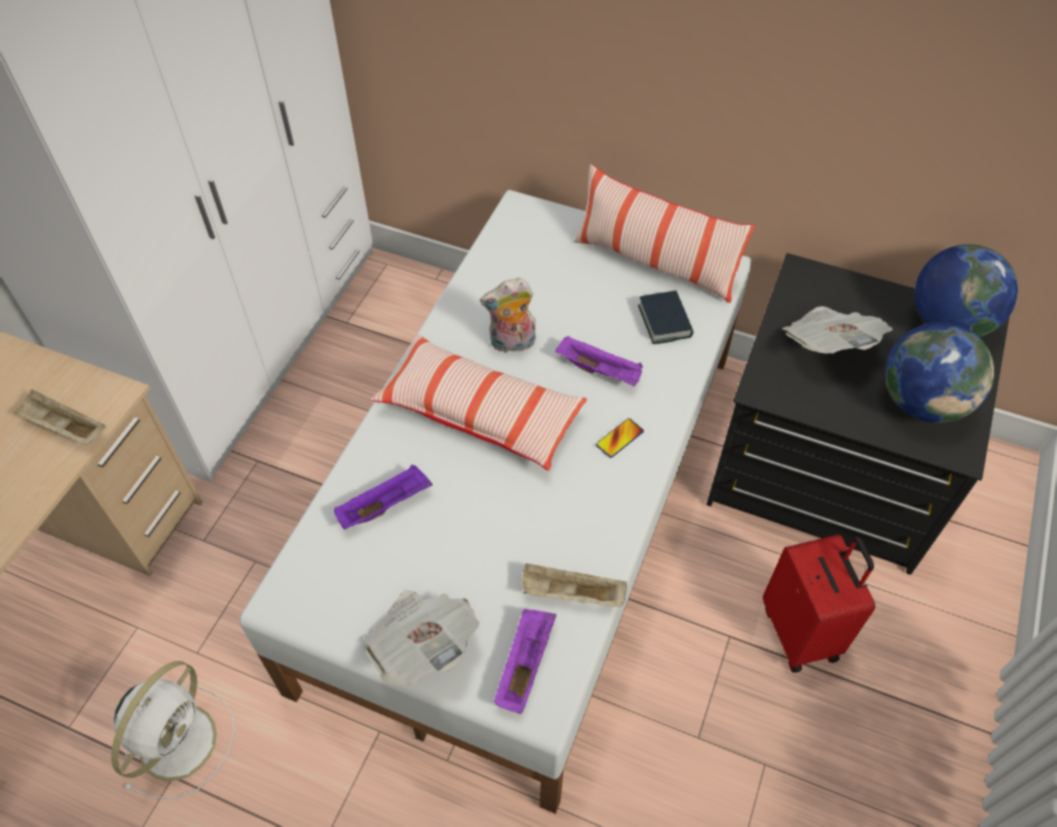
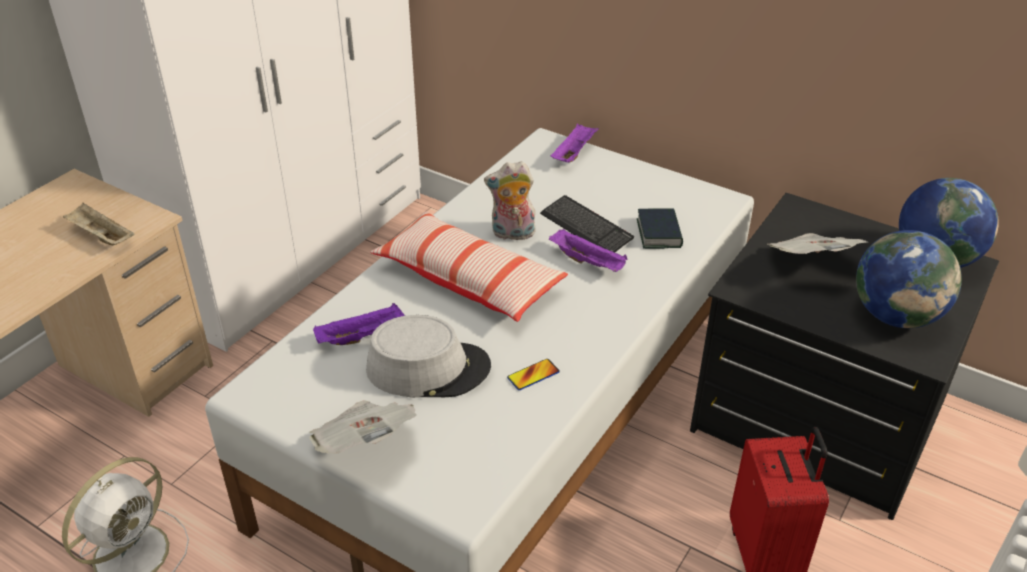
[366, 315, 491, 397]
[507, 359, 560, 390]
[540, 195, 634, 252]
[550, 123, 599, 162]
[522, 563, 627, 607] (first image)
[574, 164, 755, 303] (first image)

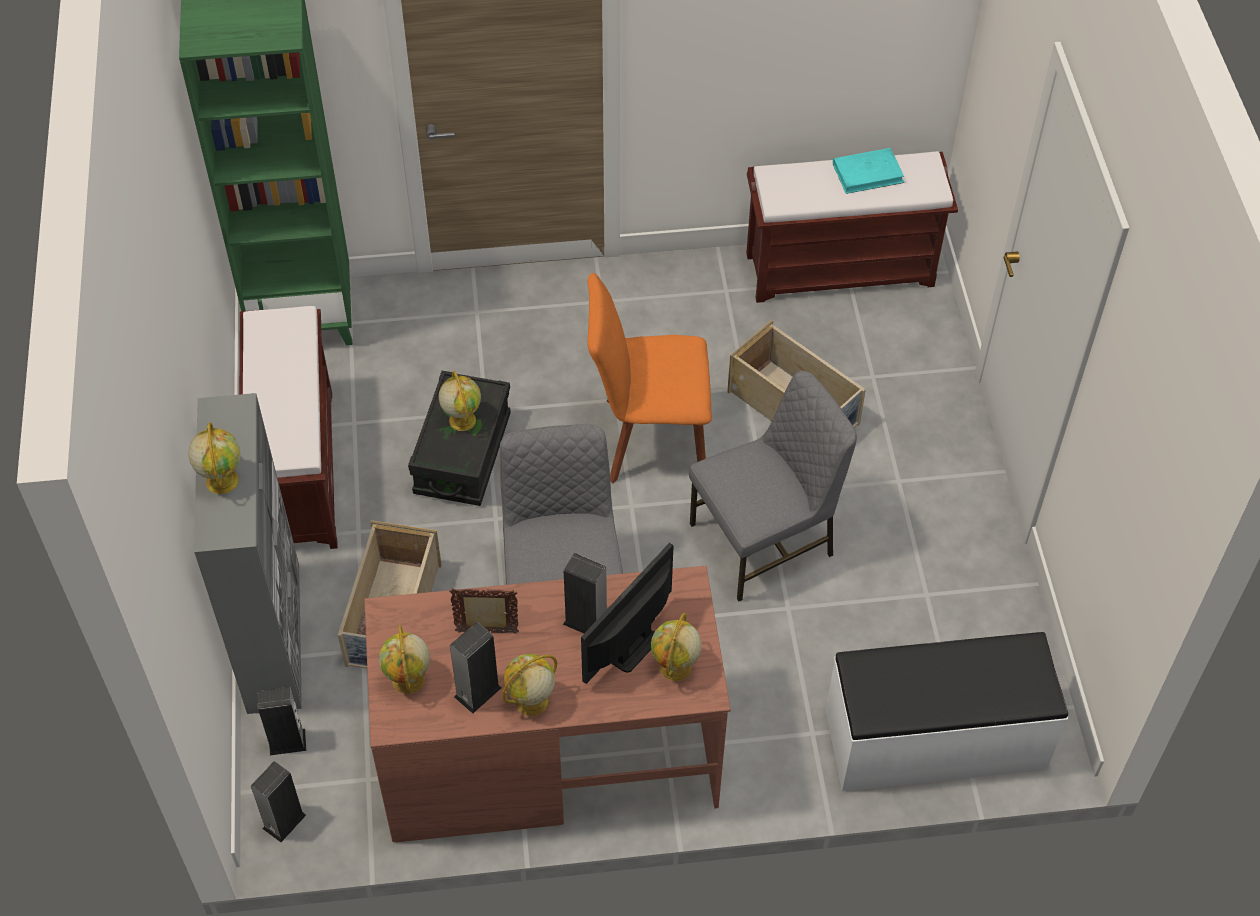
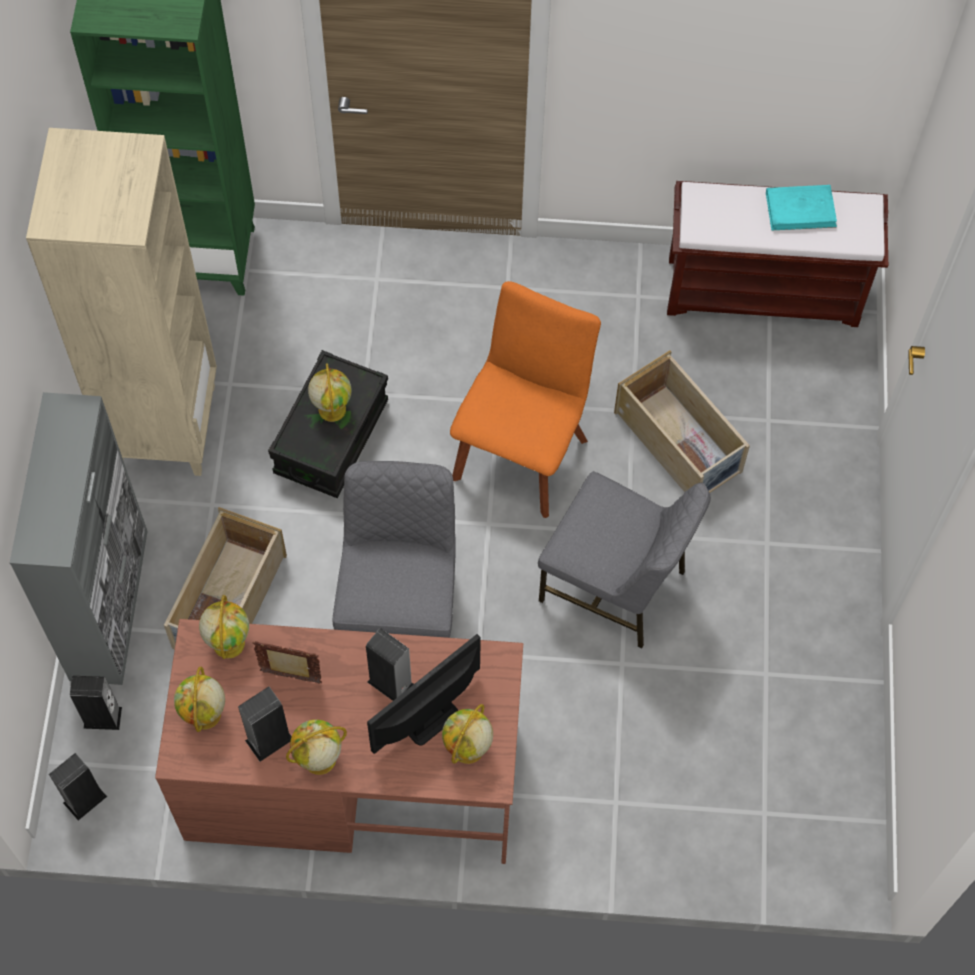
[26, 128, 217, 476]
[199, 595, 249, 659]
[450, 281, 601, 518]
[538, 471, 711, 648]
[826, 632, 1068, 791] (first image)

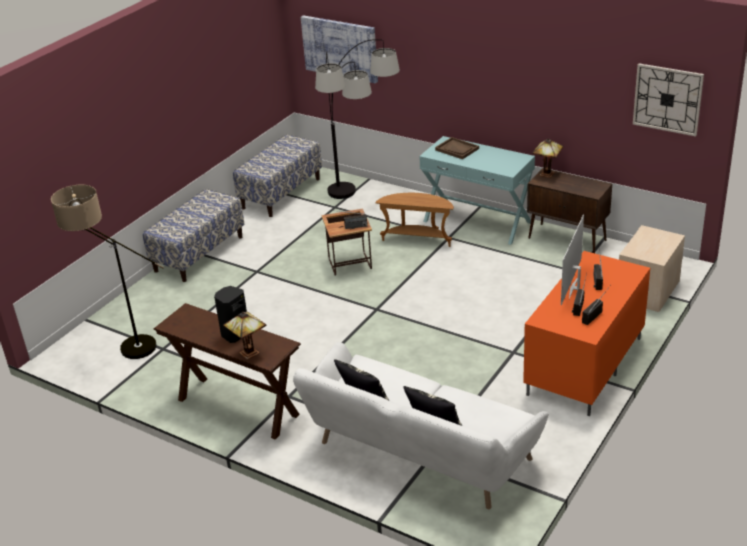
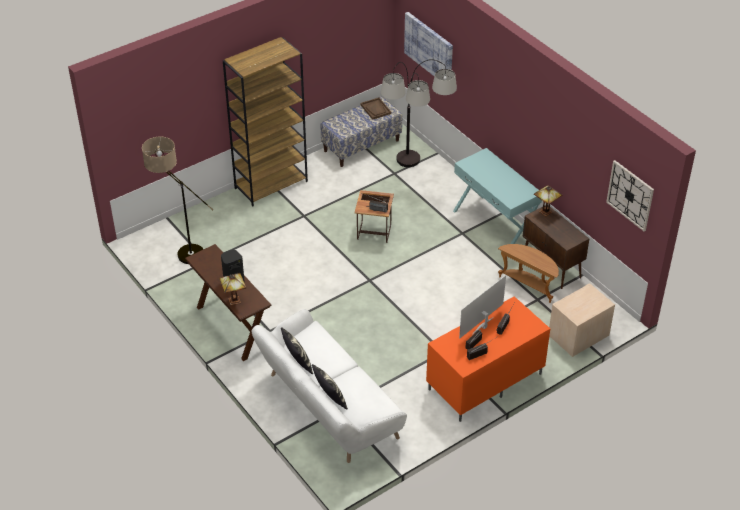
[223, 37, 308, 207]
[361, 98, 391, 120]
[498, 244, 559, 303]

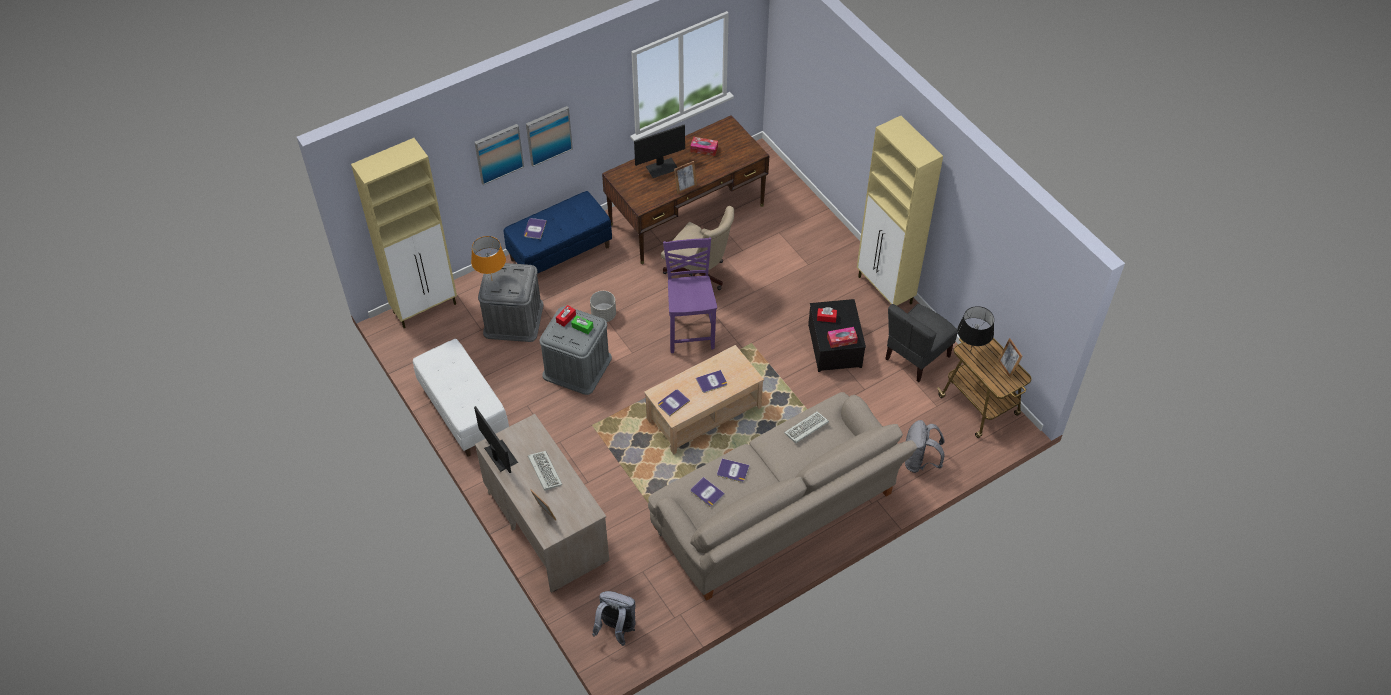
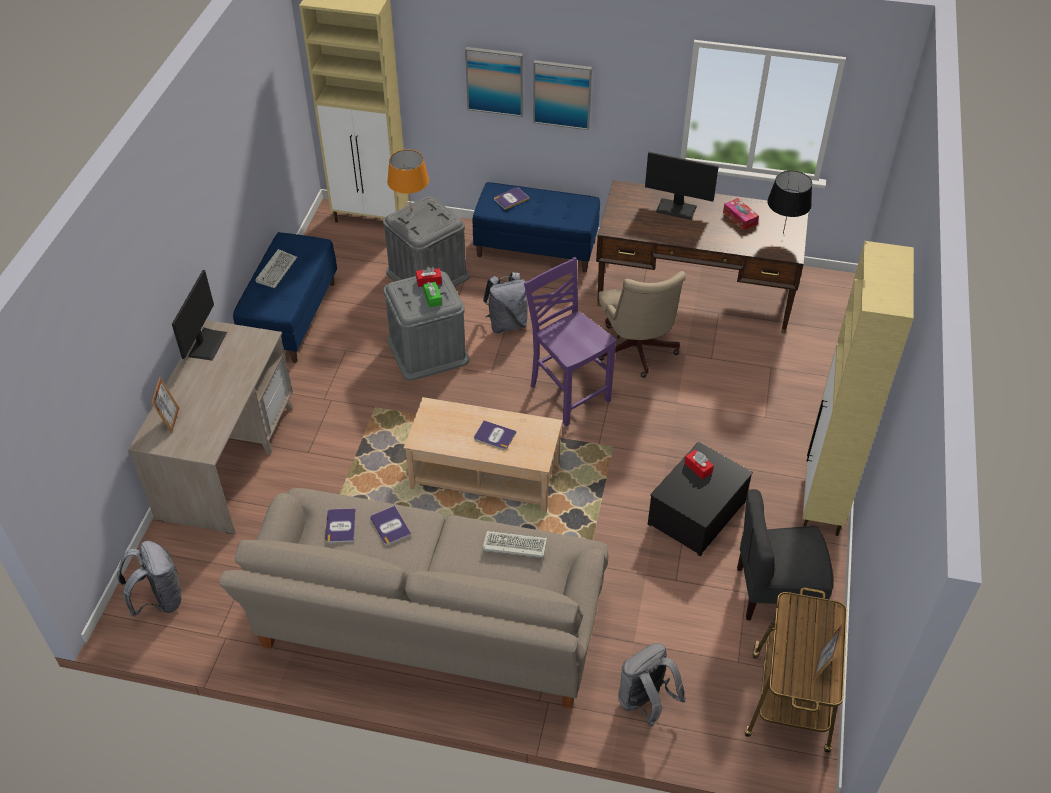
[233, 232, 337, 363]
[255, 249, 297, 288]
[483, 272, 528, 333]
[524, 257, 616, 426]
[767, 171, 812, 234]
[658, 390, 690, 416] (first image)
[674, 161, 697, 194] (first image)
[827, 327, 858, 348] (first image)

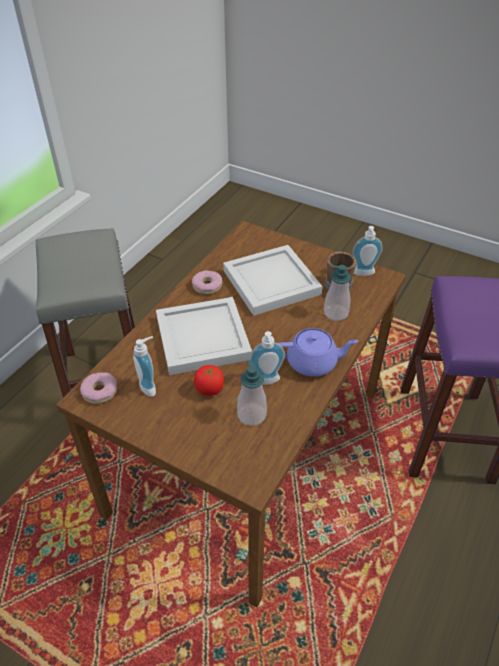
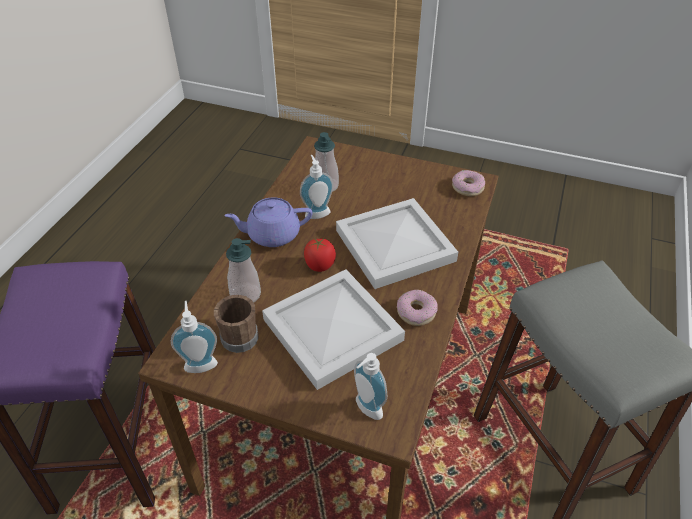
[304, 238, 336, 272]
[354, 353, 387, 420]

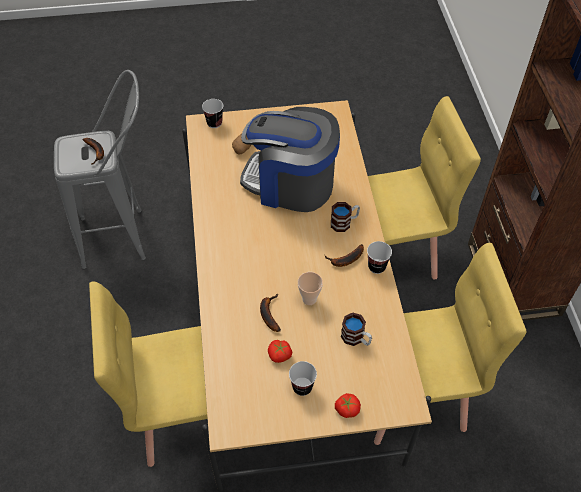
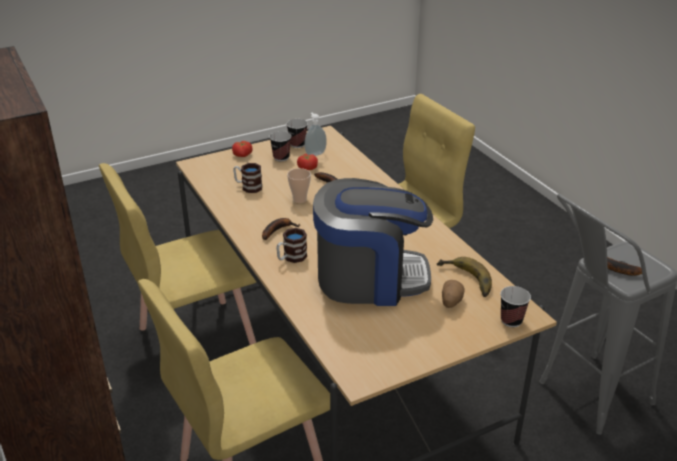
[286, 119, 308, 148]
[304, 113, 327, 156]
[437, 257, 492, 297]

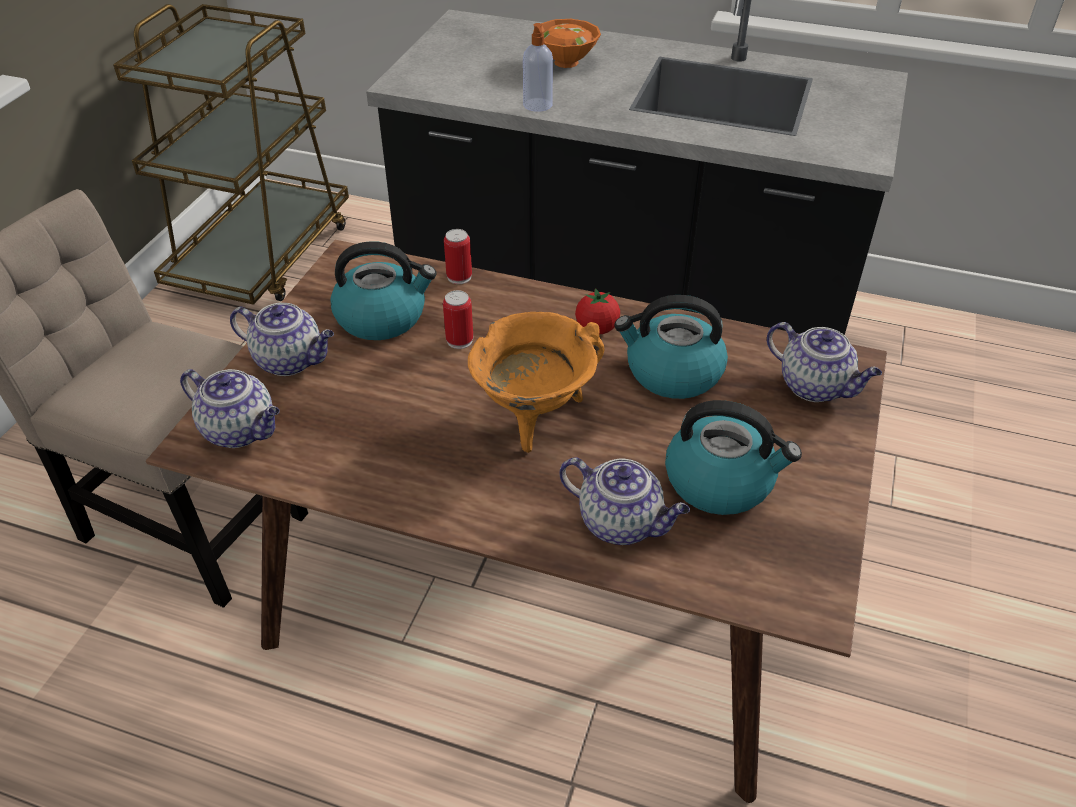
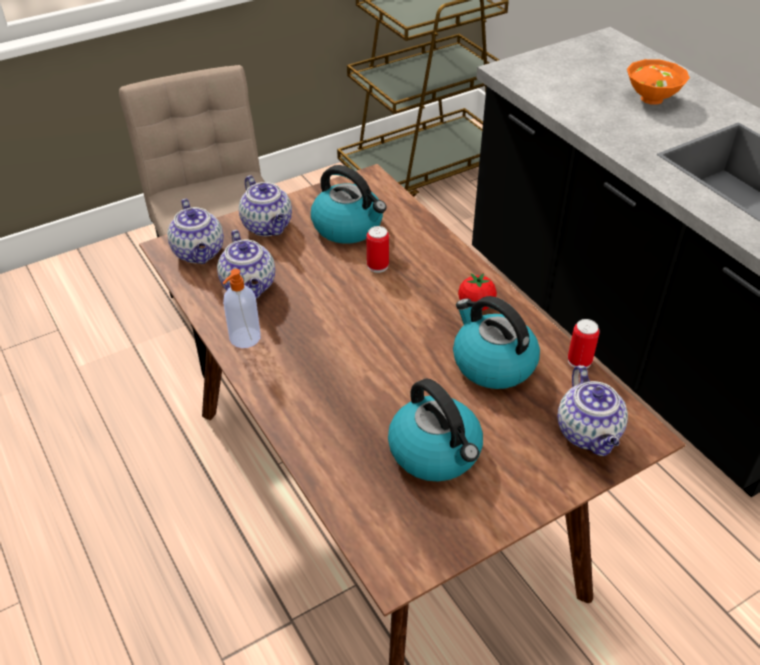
[217, 230, 275, 299]
[223, 269, 261, 348]
[568, 319, 600, 368]
[468, 312, 604, 453] (first image)

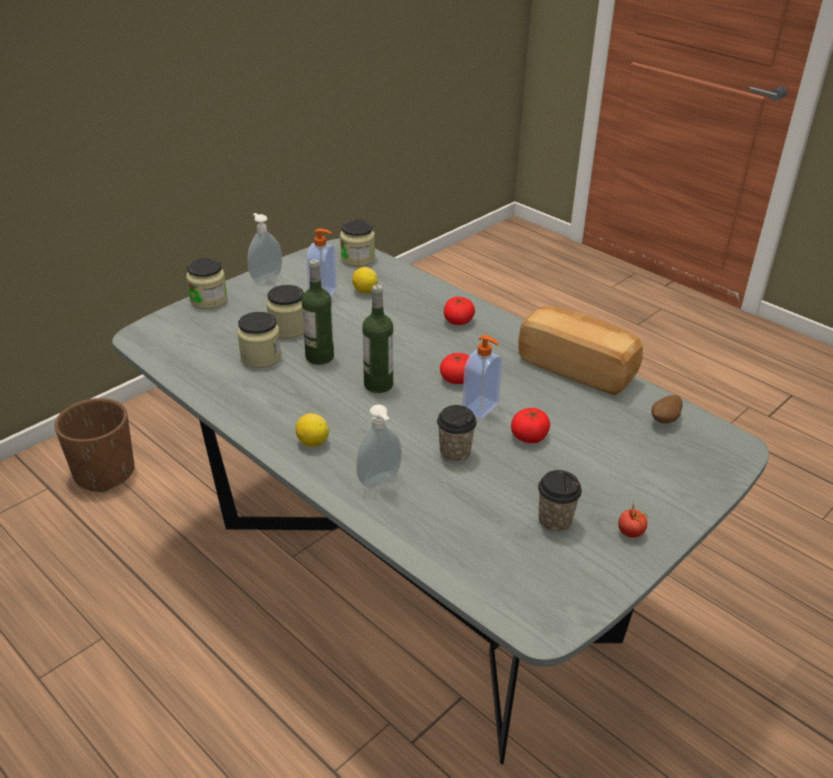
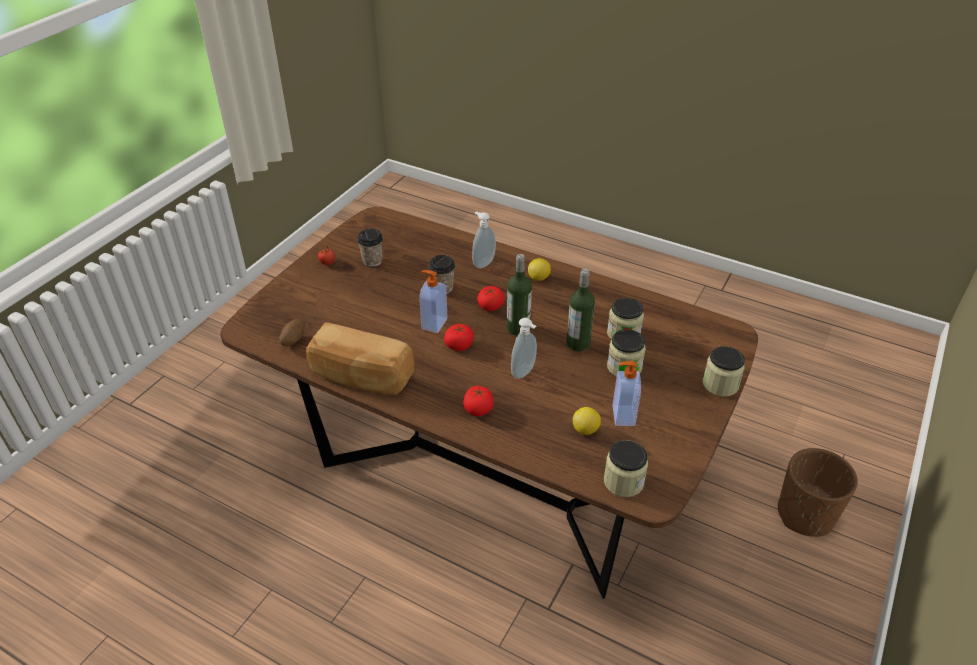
[220, 207, 758, 599]
[477, 286, 505, 311]
[511, 318, 537, 379]

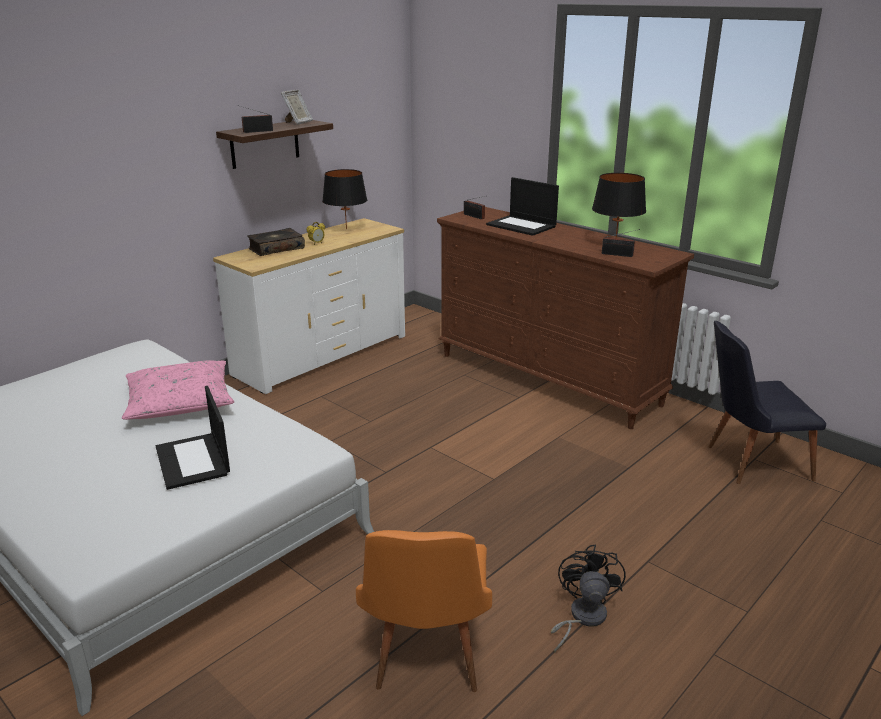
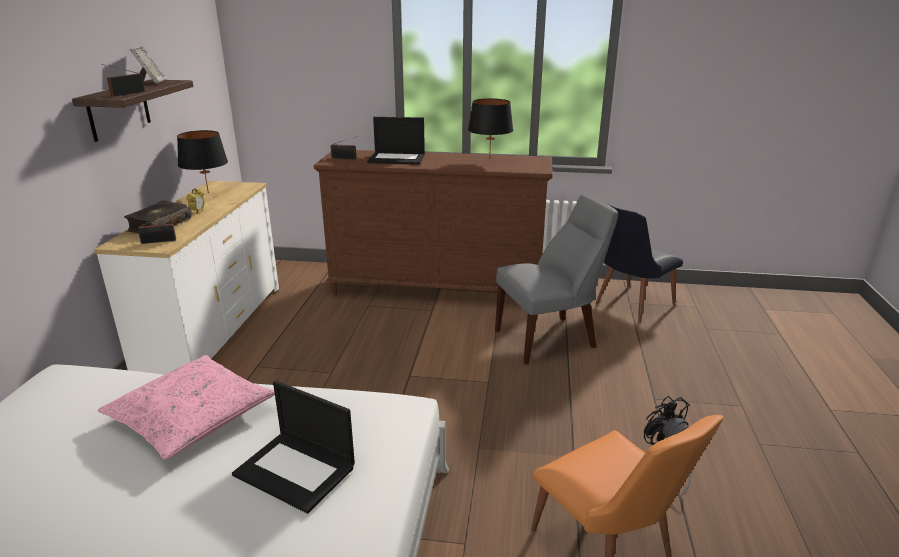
[138, 212, 176, 244]
[495, 194, 618, 365]

